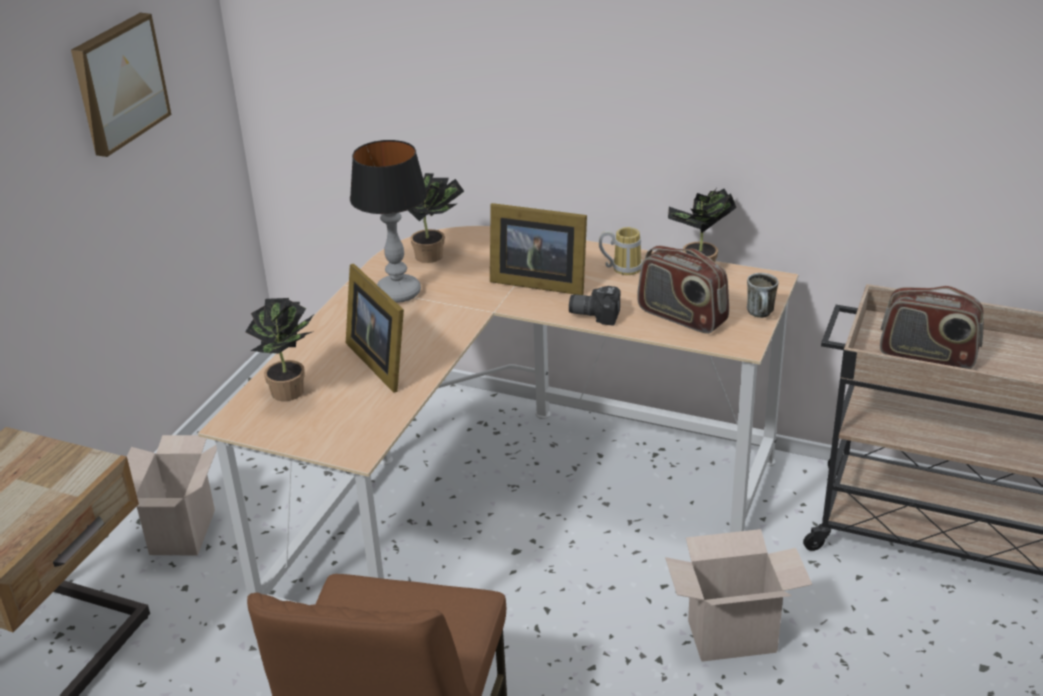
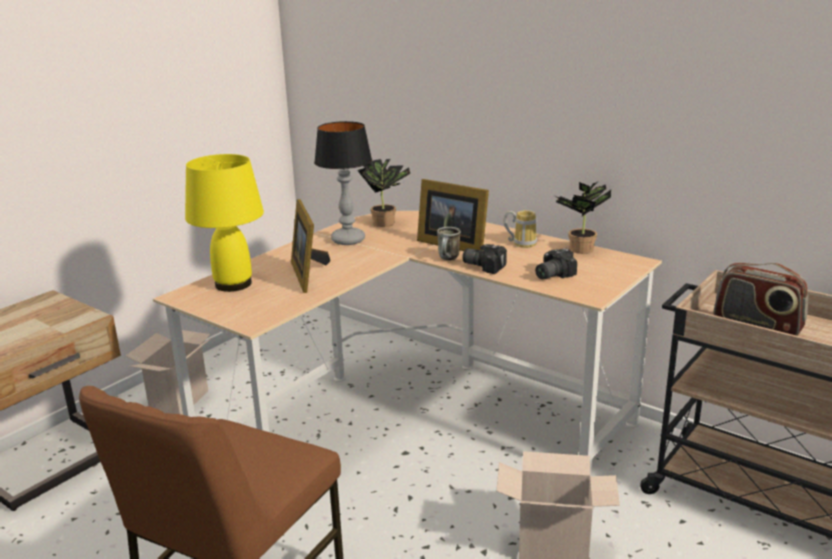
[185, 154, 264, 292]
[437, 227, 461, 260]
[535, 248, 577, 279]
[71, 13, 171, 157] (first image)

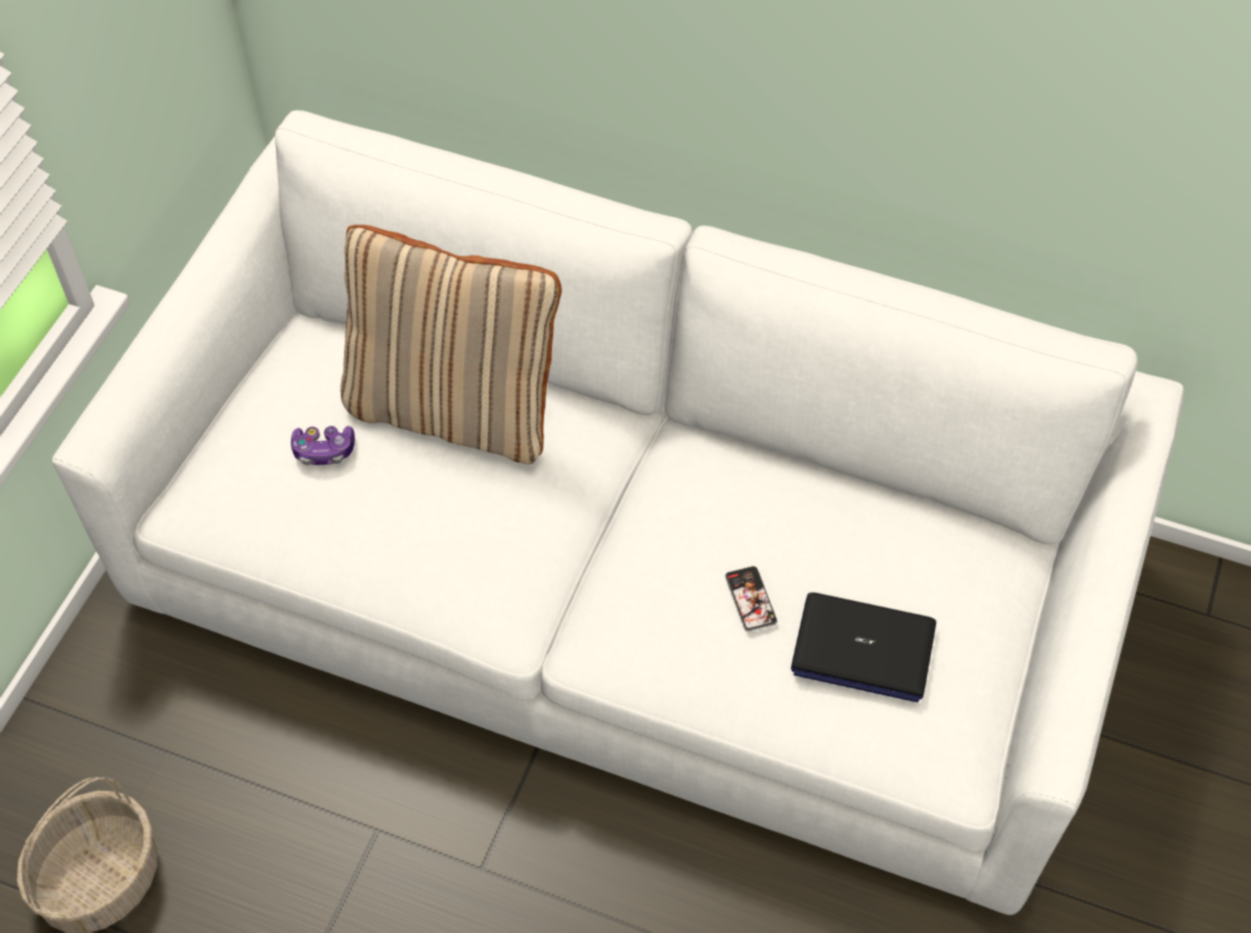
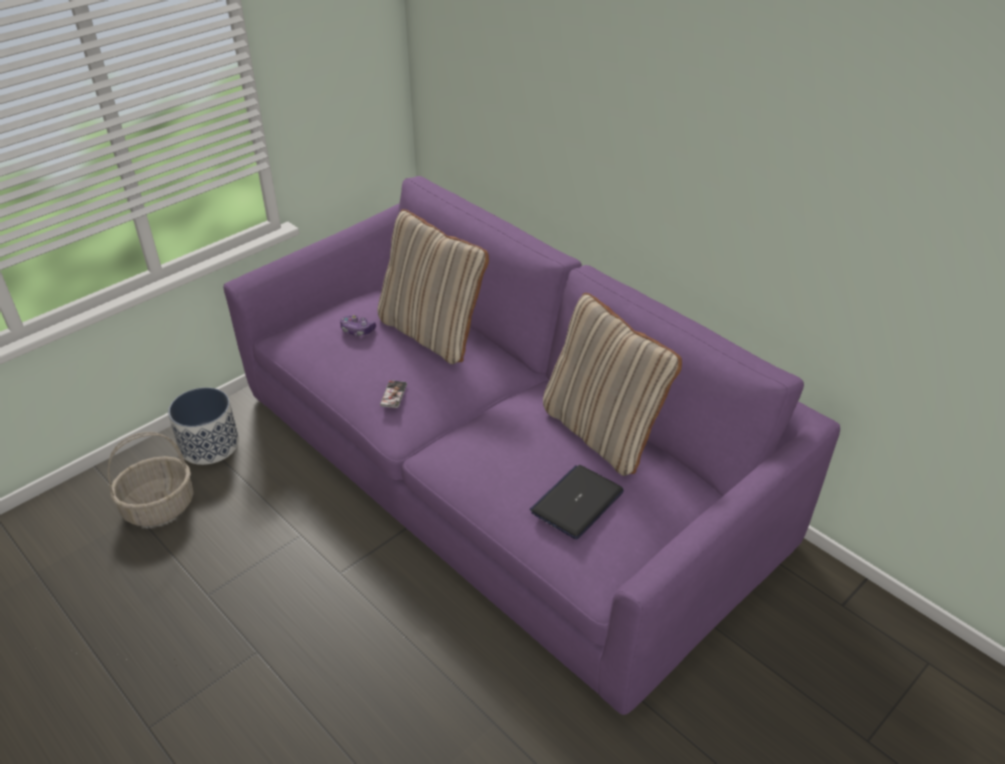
[168, 387, 239, 465]
[223, 176, 840, 715]
[380, 380, 407, 408]
[530, 465, 624, 540]
[543, 293, 682, 476]

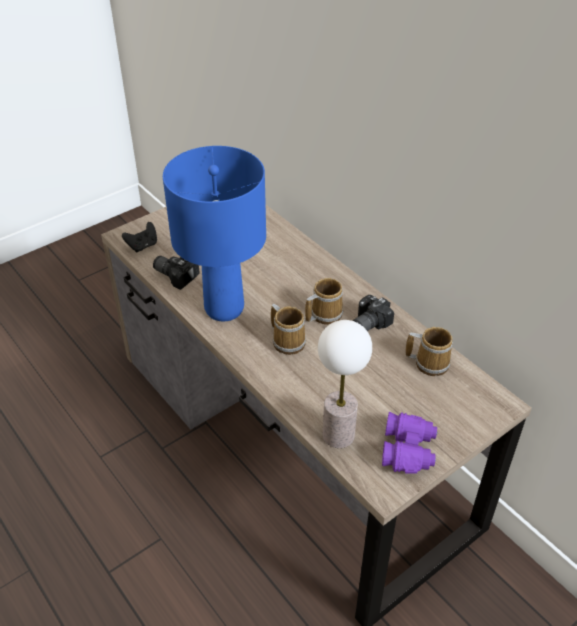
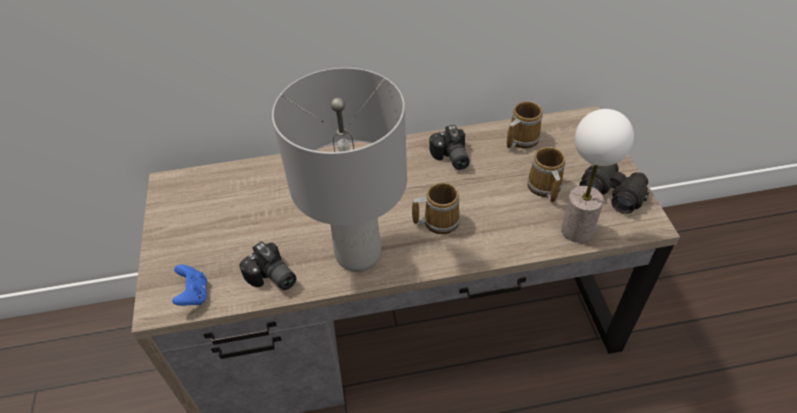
[172, 265, 207, 306]
[239, 241, 296, 290]
[272, 68, 407, 272]
[527, 147, 565, 203]
[579, 163, 650, 214]

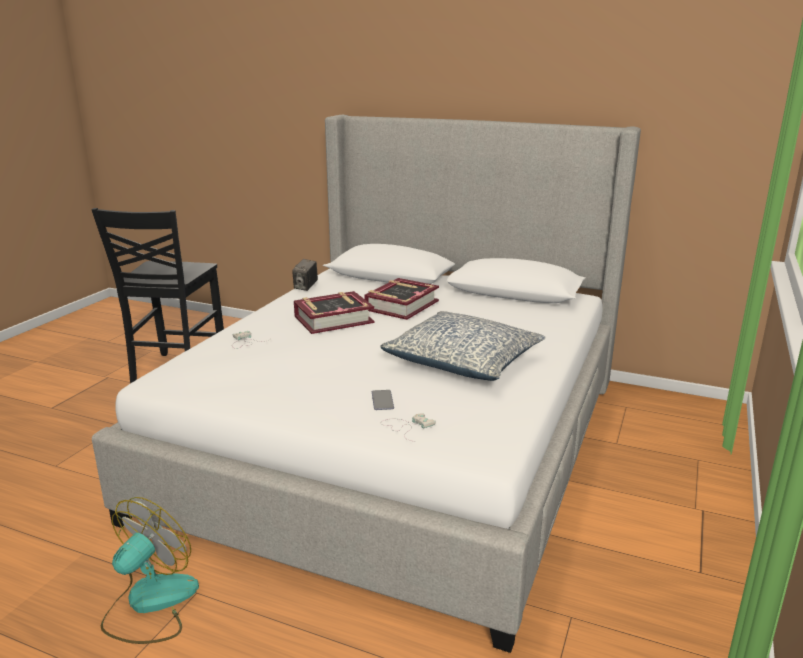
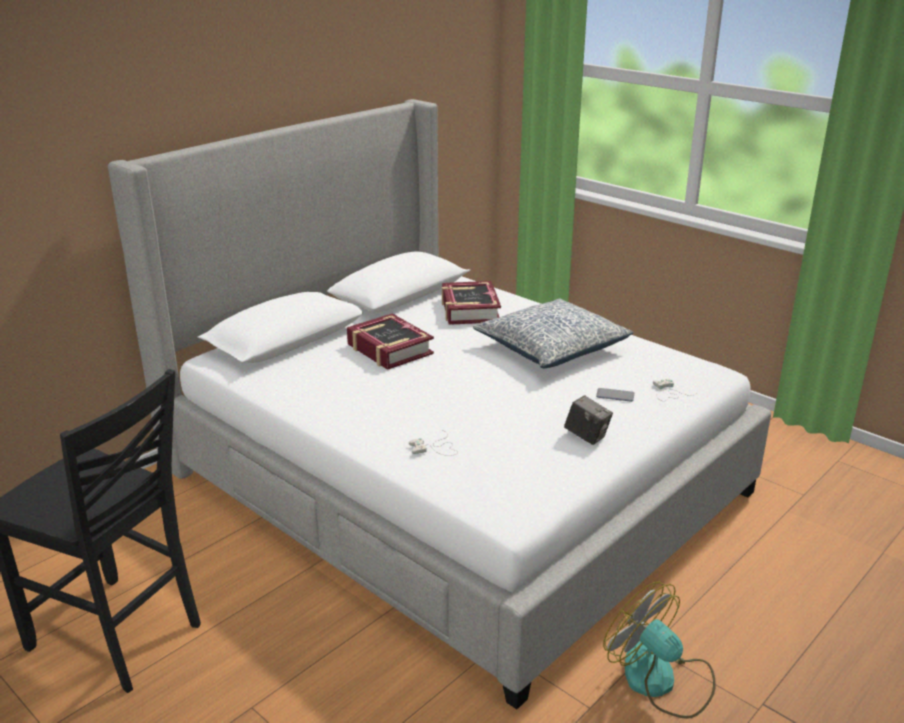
[442, 281, 501, 325]
[564, 395, 613, 445]

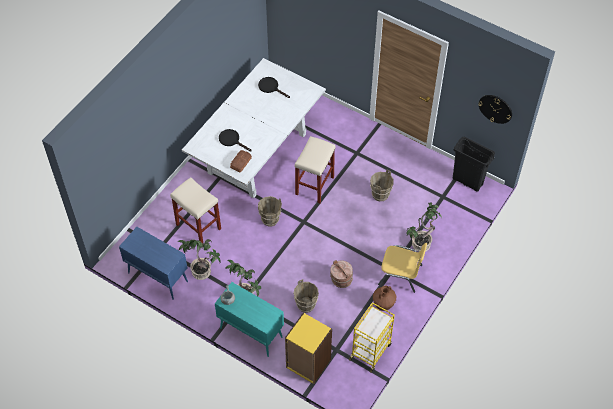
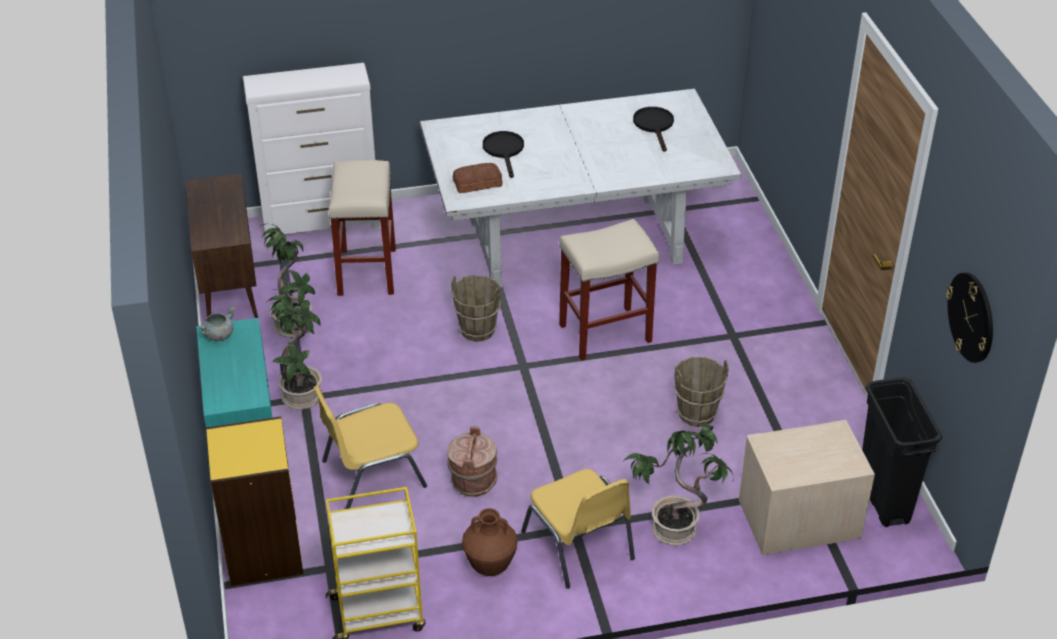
[186, 174, 258, 318]
[243, 63, 381, 243]
[313, 385, 427, 509]
[739, 420, 875, 555]

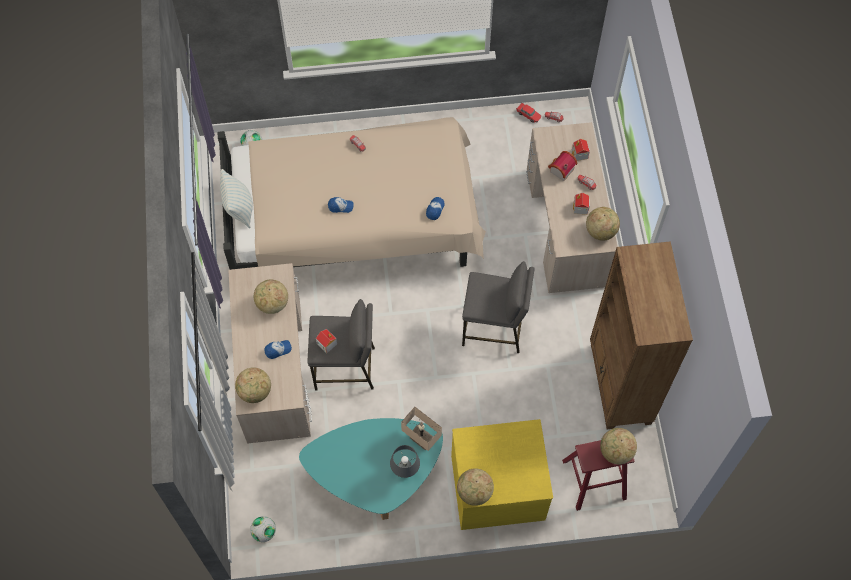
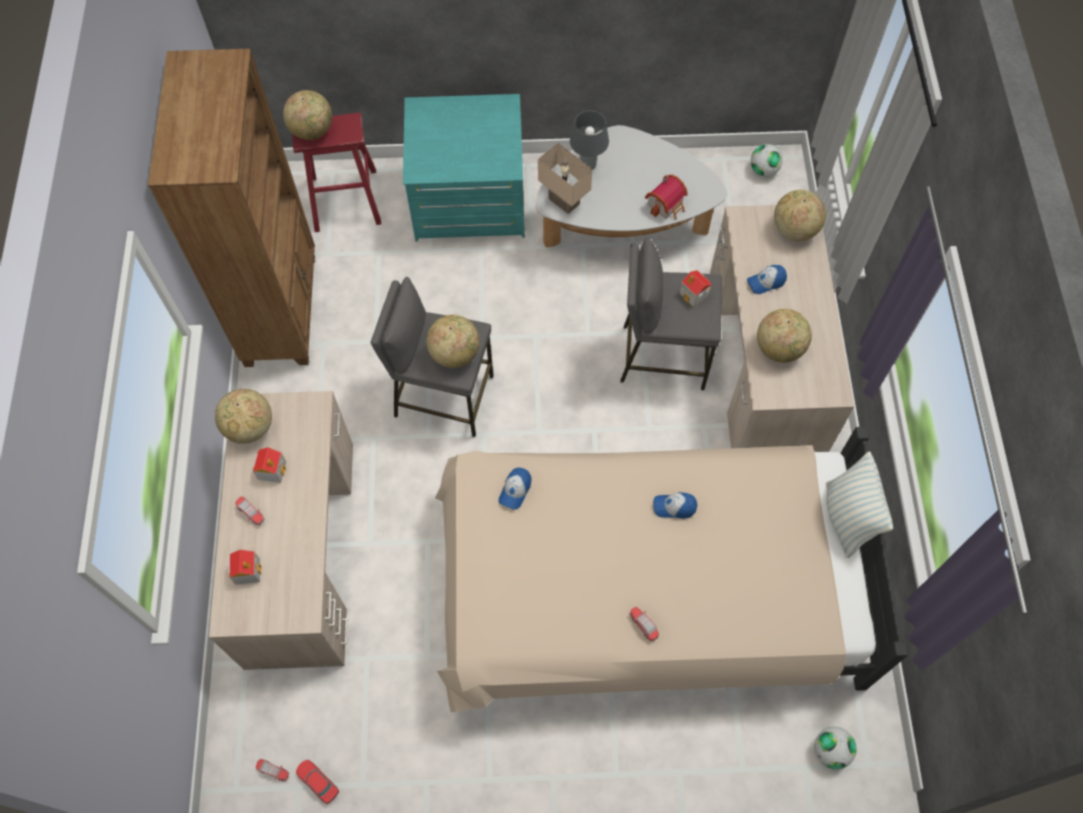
[403, 94, 525, 242]
[426, 315, 480, 368]
[535, 125, 727, 247]
[645, 175, 688, 220]

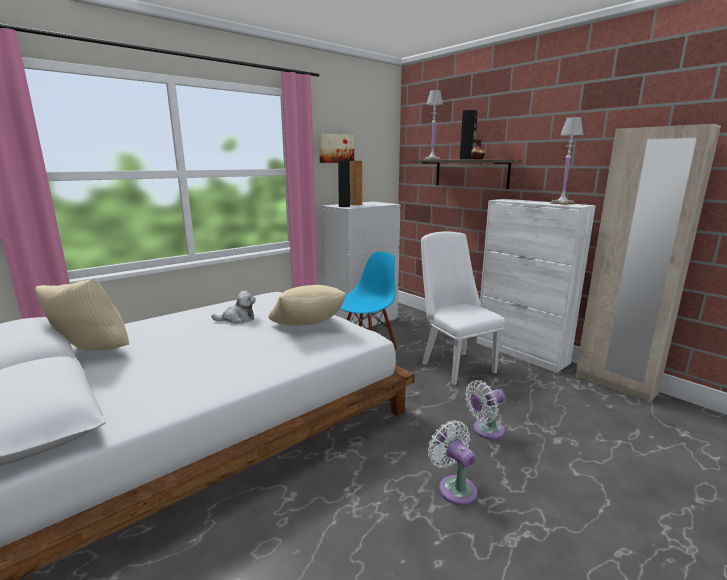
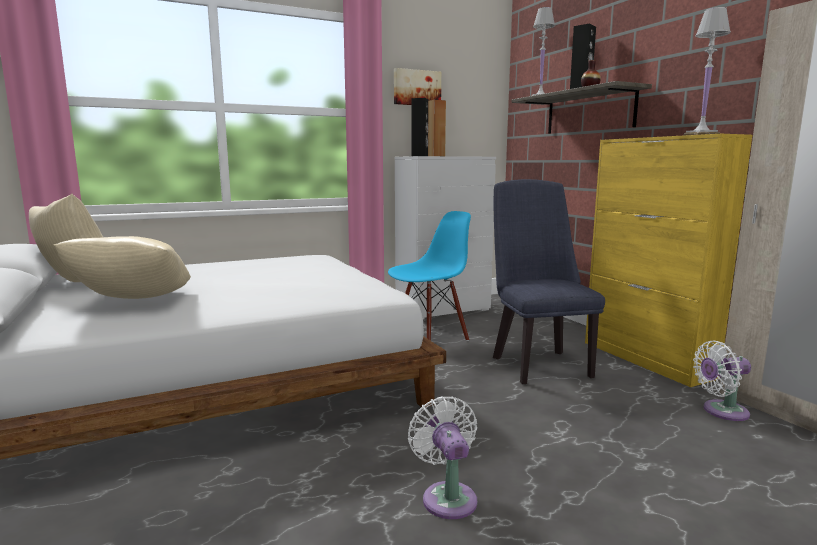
[53, 236, 191, 299]
[493, 179, 605, 384]
[585, 134, 752, 387]
[693, 341, 751, 421]
[211, 291, 256, 324] (first image)

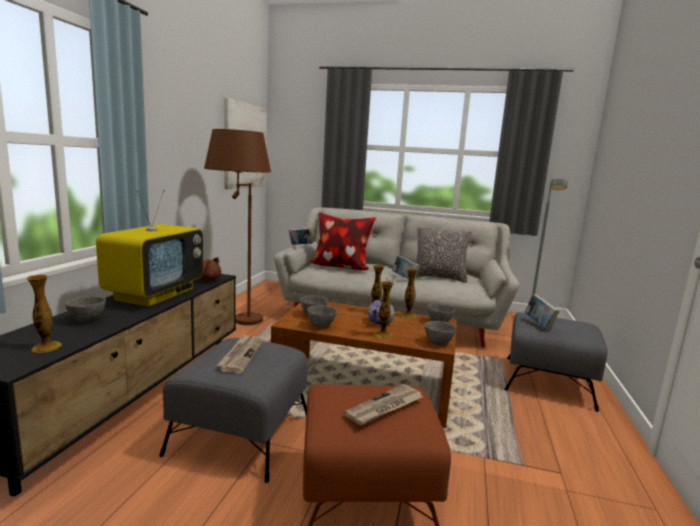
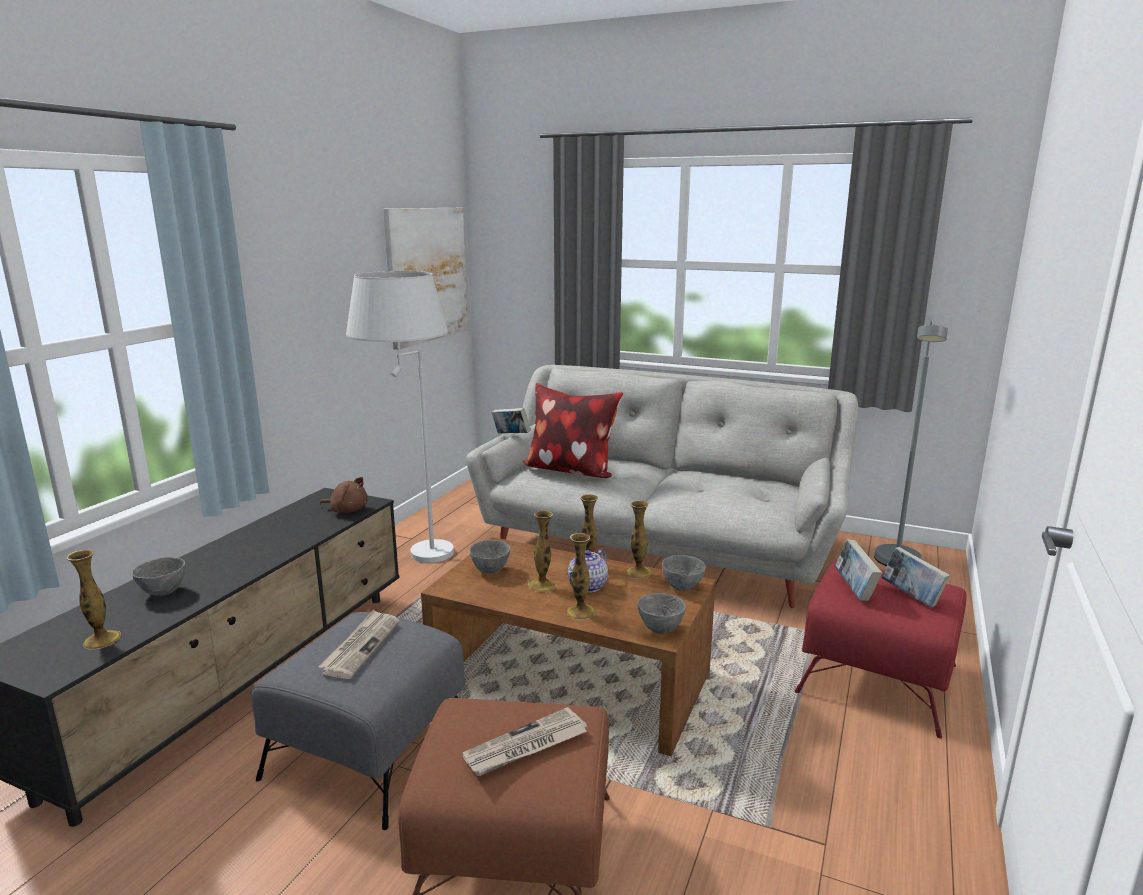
[346, 271, 454, 563]
[528, 511, 555, 592]
[795, 561, 967, 739]
[881, 547, 950, 607]
[96, 190, 203, 307] (first image)
[307, 305, 337, 328] (first image)
[416, 227, 472, 283] (first image)

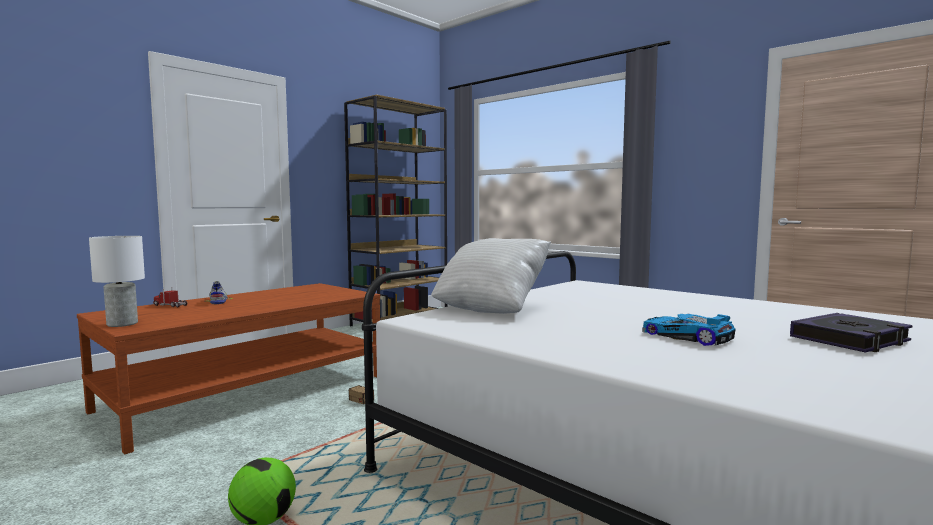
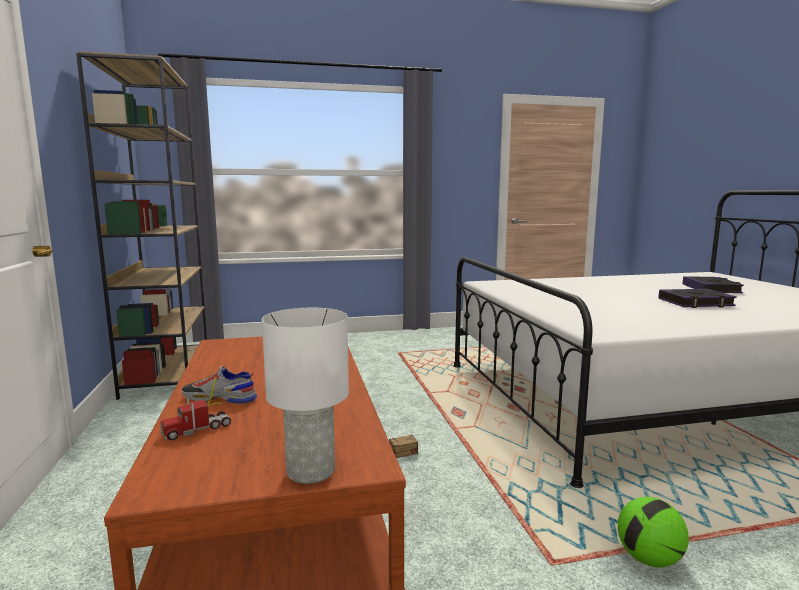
[658, 289, 736, 308]
[431, 238, 551, 314] (first image)

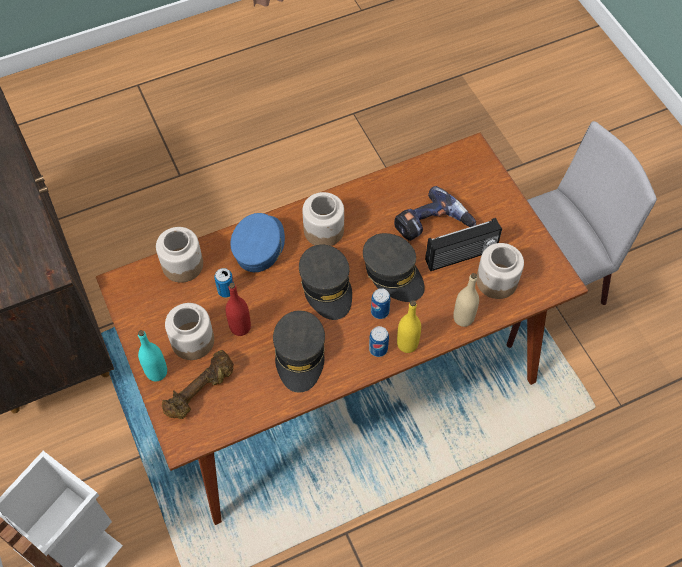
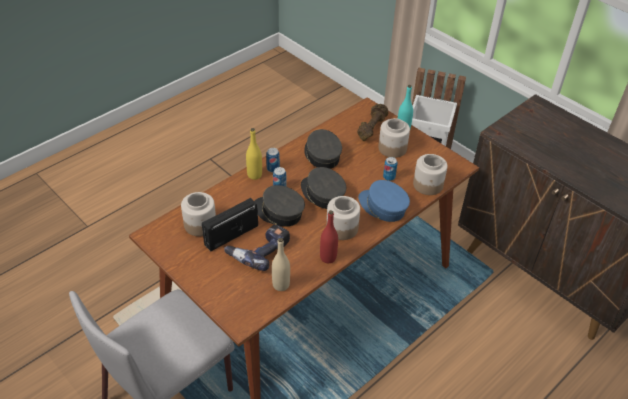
[272, 238, 290, 291]
[320, 210, 338, 263]
[358, 180, 410, 222]

